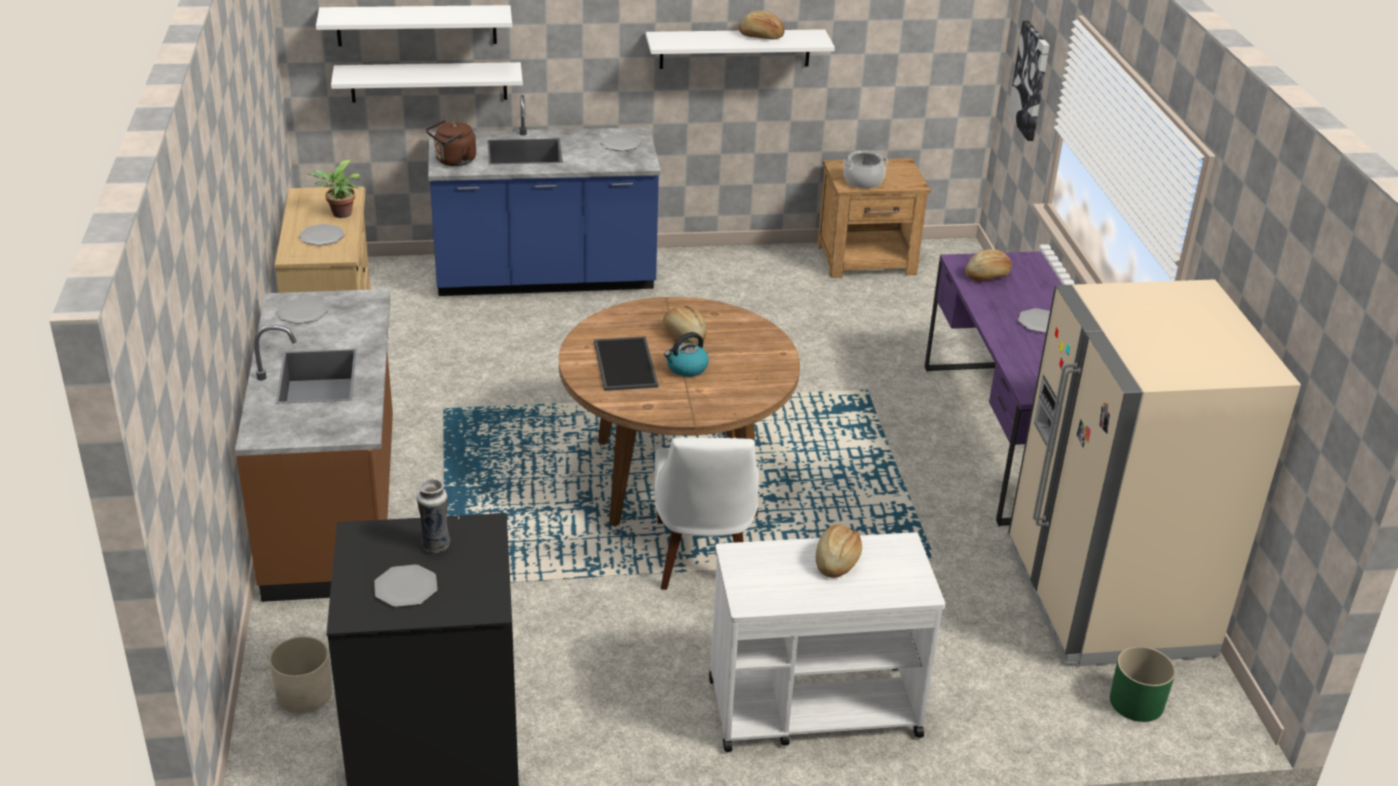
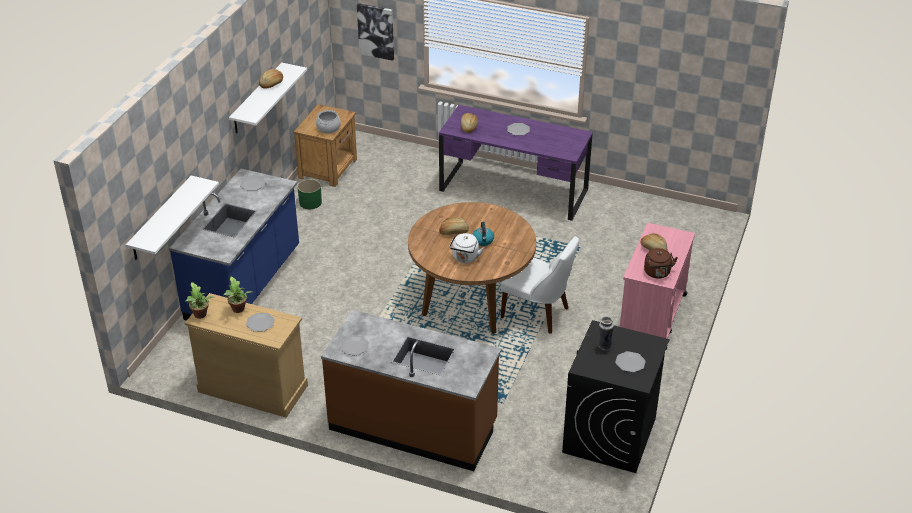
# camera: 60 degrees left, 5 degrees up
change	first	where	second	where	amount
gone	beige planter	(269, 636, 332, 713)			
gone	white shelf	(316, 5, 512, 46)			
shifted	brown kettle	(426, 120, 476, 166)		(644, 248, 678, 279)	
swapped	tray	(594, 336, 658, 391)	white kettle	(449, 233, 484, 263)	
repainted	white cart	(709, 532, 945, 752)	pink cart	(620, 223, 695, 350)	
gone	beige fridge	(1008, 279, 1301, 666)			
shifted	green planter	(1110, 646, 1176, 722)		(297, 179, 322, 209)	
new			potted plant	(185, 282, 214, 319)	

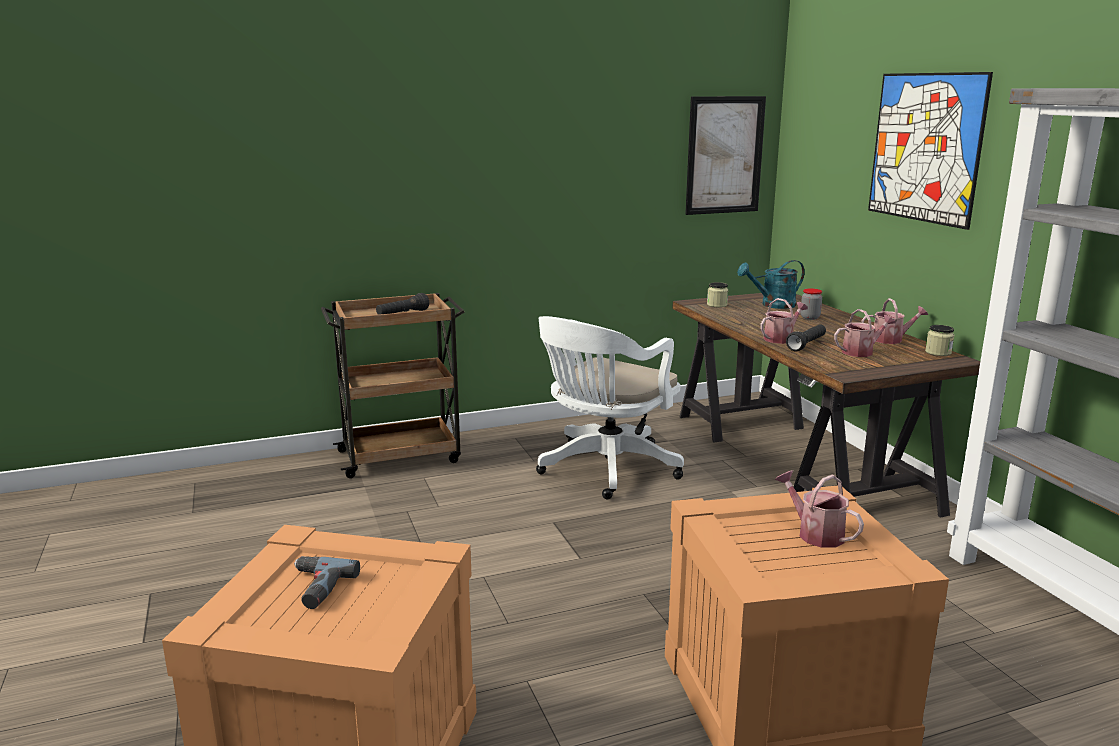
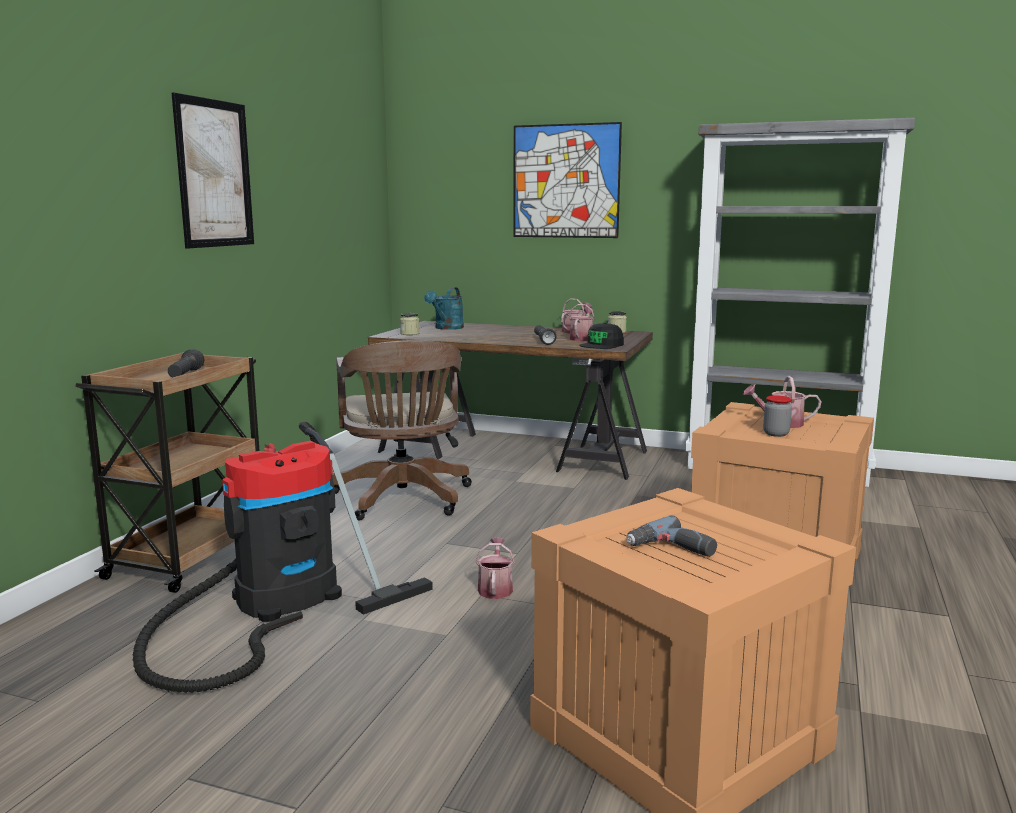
# camera: 50 degrees left, 5 degrees down
change	first	where	second	where	amount
repainted	white office chair	(536, 316, 684, 499)	brown office chair	(332, 340, 472, 521)	
shifted	picture	(685, 96, 766, 215)		(172, 92, 254, 248)	
shifted	watering can	(760, 298, 808, 344)		(476, 538, 515, 599)	
shifted	jar	(801, 288, 822, 320)		(763, 395, 792, 437)	
new			vacuum cleaner	(133, 422, 433, 693)	
new			black cap	(580, 323, 624, 349)	

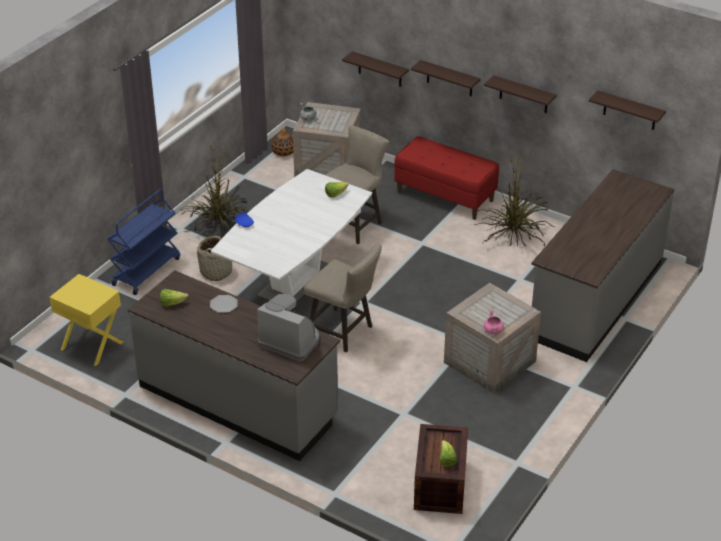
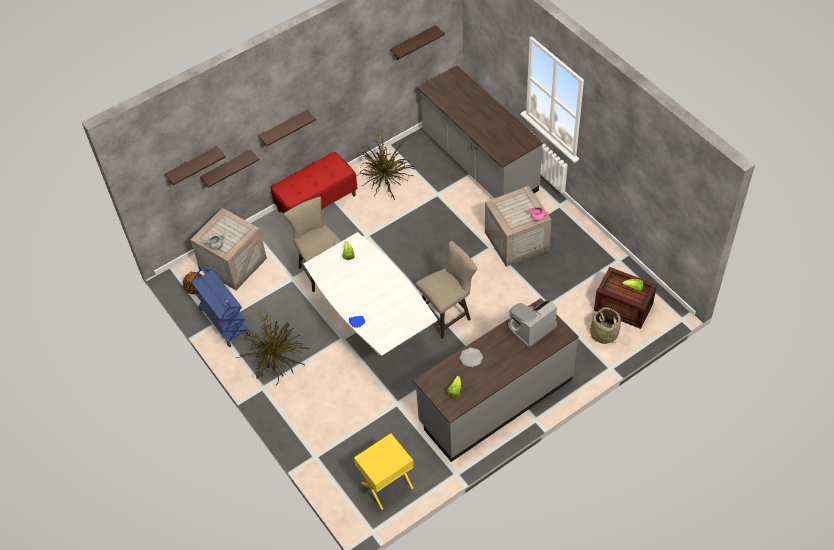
# camera: 65 degrees left, 15 degrees up
change	first	where	second	where	amount
shifted	blue cart	(107, 189, 180, 295)		(191, 264, 250, 347)	
shifted	basket	(197, 236, 232, 281)		(590, 307, 621, 344)	
shifted	shelf	(484, 75, 557, 113)		(165, 146, 226, 185)	

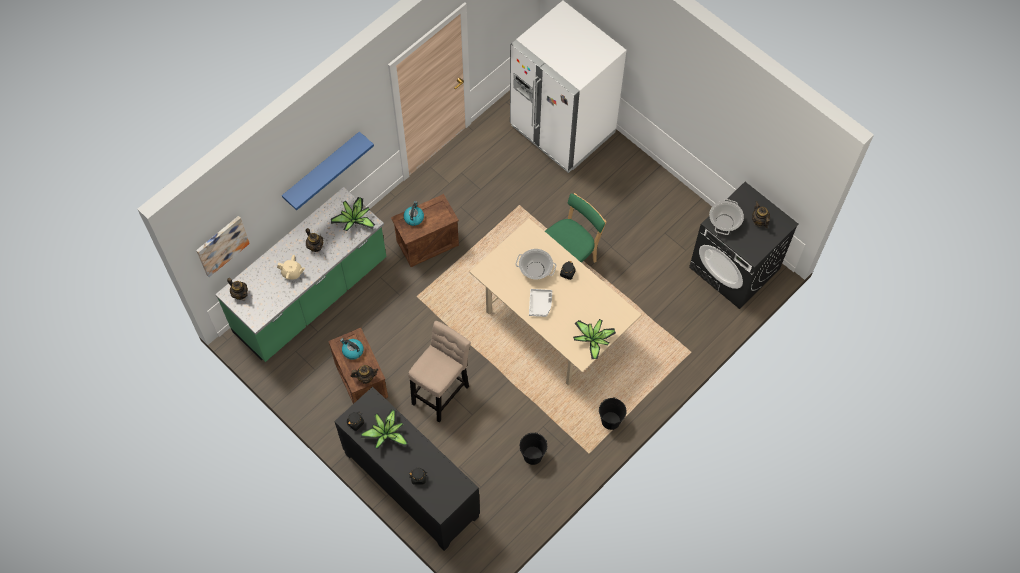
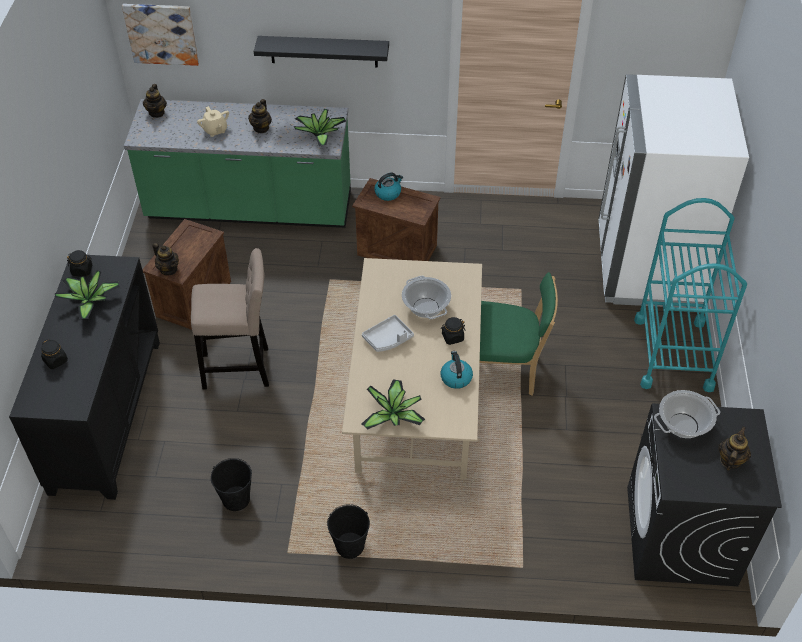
# camera: 50 degrees right, 15 degrees down
change	first	where	second	where	amount
repainted	blue shelf	(282, 132, 374, 210)	black shelf	(254, 36, 389, 67)	
shifted	kettle	(340, 338, 364, 360)		(440, 351, 473, 389)	
new			turquoise cart	(634, 198, 747, 392)	

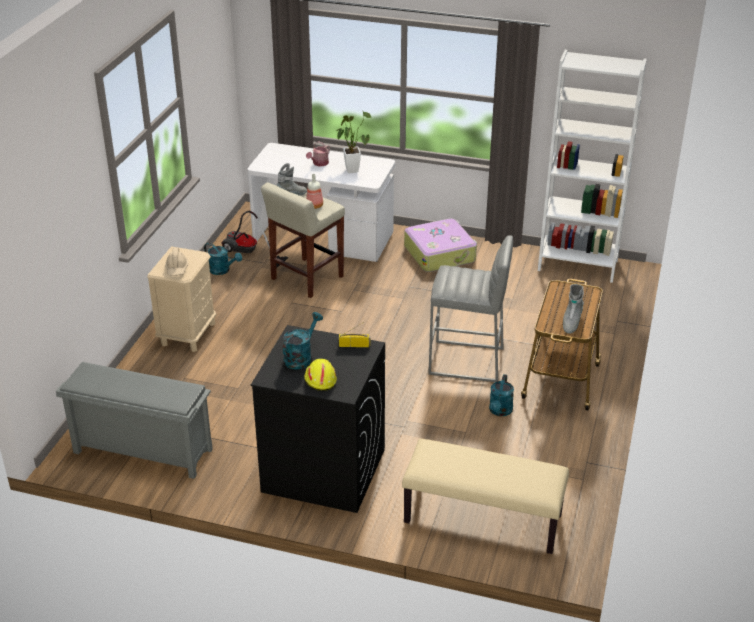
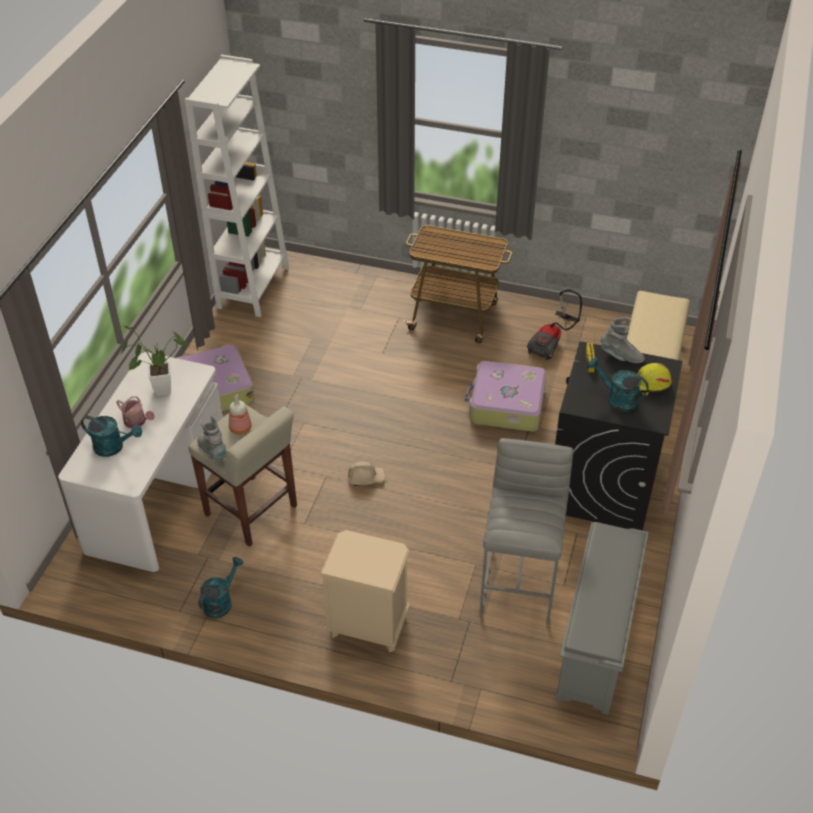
# camera: 90 degrees left, 10 degrees up
change	first	where	second	where	amount
shifted	beige hard hat	(165, 247, 188, 276)		(348, 462, 385, 486)	
shifted	vacuum cleaner	(221, 211, 289, 268)		(527, 289, 582, 360)	
shifted	grey stool	(429, 235, 513, 382)		(479, 438, 573, 625)	
shifted	turquoise watering can	(489, 374, 514, 416)		(81, 416, 142, 457)	
shifted	grey boot	(563, 284, 584, 334)		(601, 317, 645, 363)	
new			suitcase	(465, 361, 546, 432)	

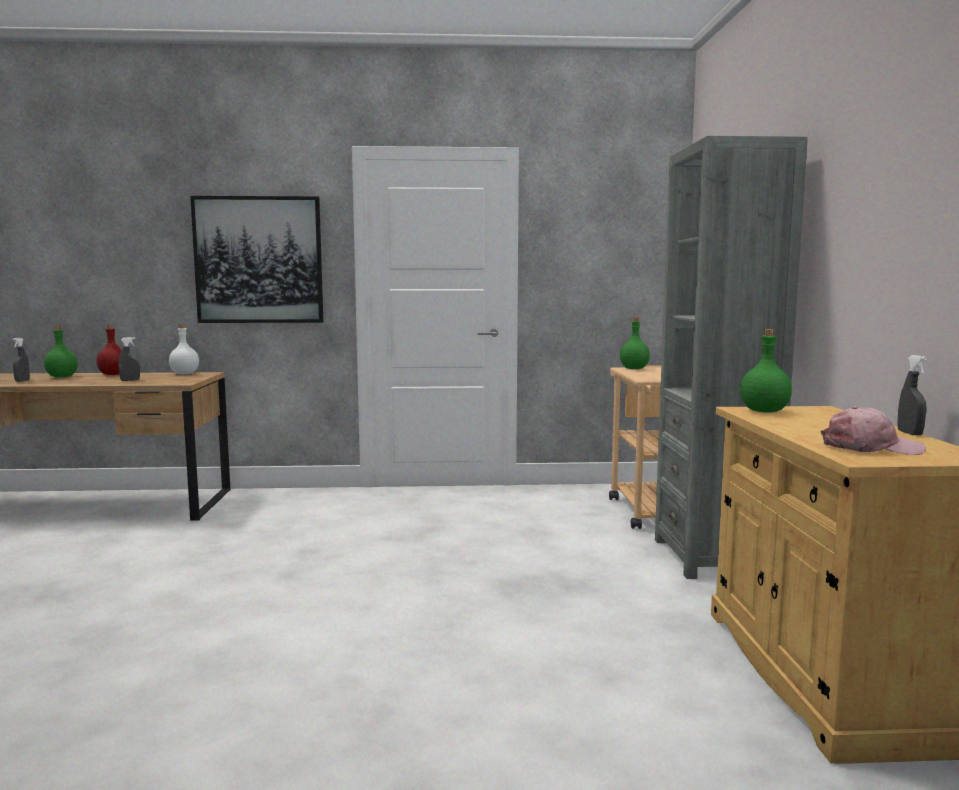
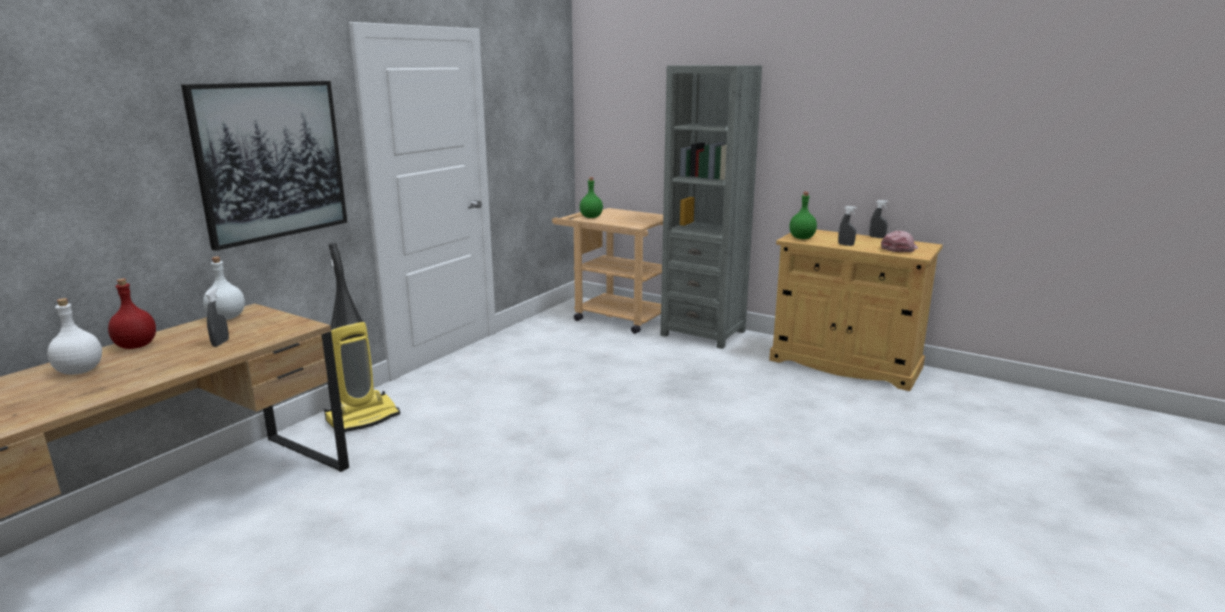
# camera: 55 degrees left, 10 degrees up
change	first	where	second	where	amount
shifted	grey spray bottle	(13, 338, 30, 382)		(838, 206, 857, 246)	
repainted	green bottle	(44, 326, 78, 377)	white bottle	(47, 298, 102, 375)	
new			vacuum cleaner	(324, 243, 400, 432)	

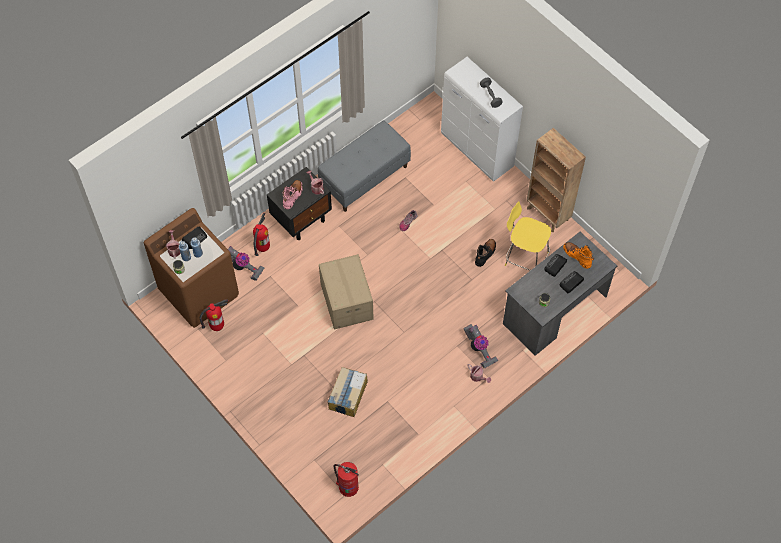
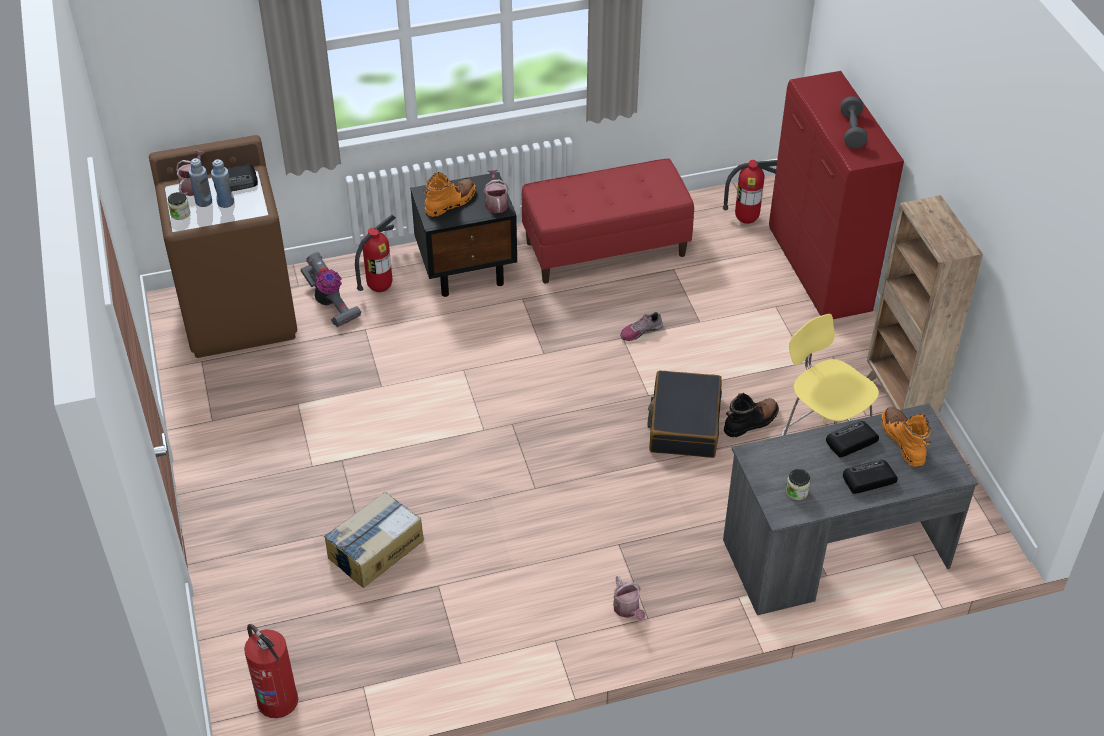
# camera: 25 degrees right, 15 degrees down
change	first	where	second	where	amount
shifted	fire extinguisher	(200, 299, 229, 331)		(723, 160, 777, 224)	
repainted	pink boot	(283, 180, 303, 209)	orange boot	(423, 172, 476, 217)	
repainted	grey bench	(318, 120, 411, 212)	red bench	(521, 159, 694, 284)	
gone	cardboard box	(319, 254, 374, 329)			
repainted	white cabinet	(441, 57, 523, 182)	red cabinet	(769, 71, 904, 319)	
gone	vacuum cleaner	(463, 324, 498, 368)			
new			black suitcase	(647, 370, 722, 458)	

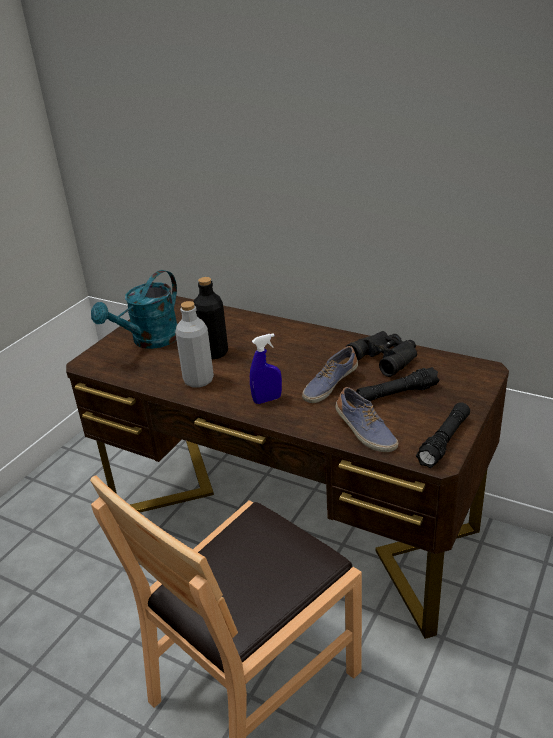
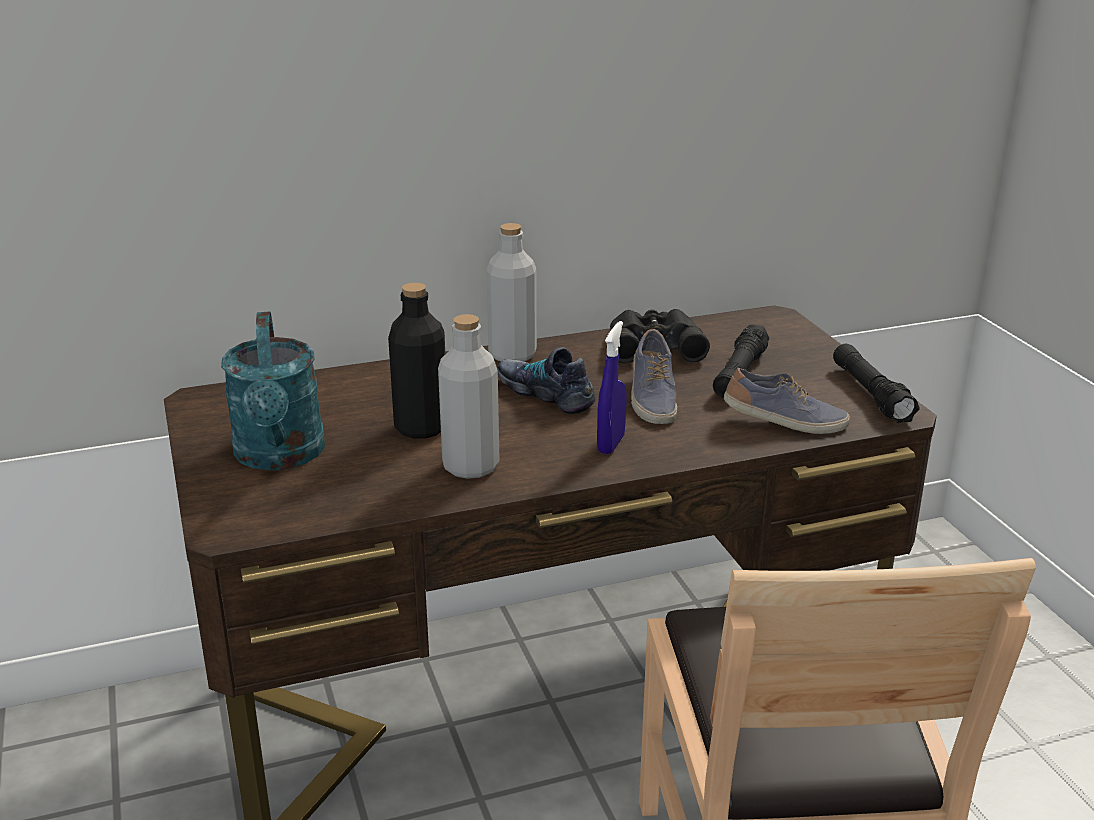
# camera: 50 degrees left, 5 degrees down
change	first	where	second	where	amount
new			grey bottle	(486, 223, 537, 362)	
new			shoe	(497, 347, 596, 414)	

